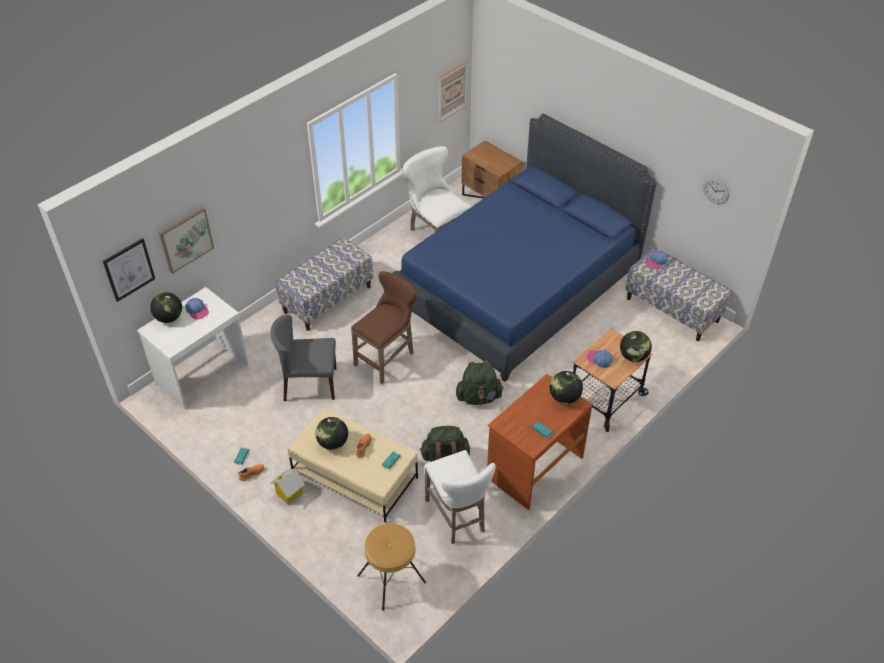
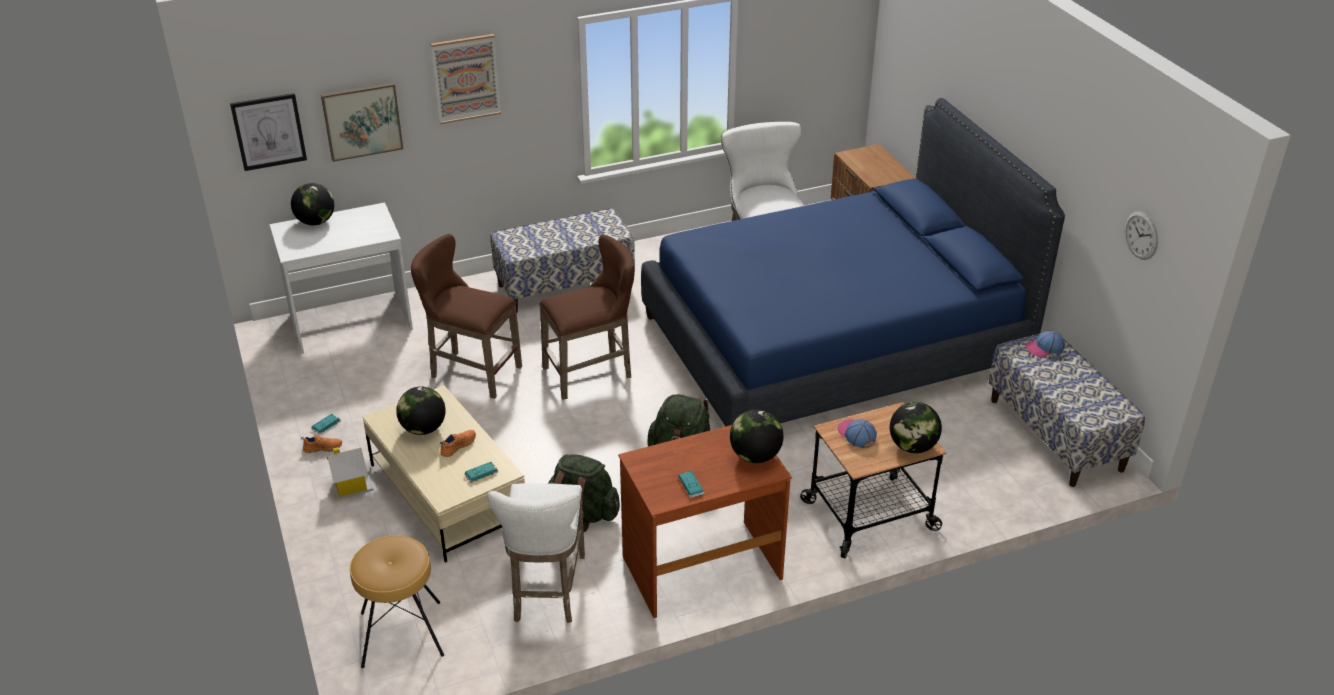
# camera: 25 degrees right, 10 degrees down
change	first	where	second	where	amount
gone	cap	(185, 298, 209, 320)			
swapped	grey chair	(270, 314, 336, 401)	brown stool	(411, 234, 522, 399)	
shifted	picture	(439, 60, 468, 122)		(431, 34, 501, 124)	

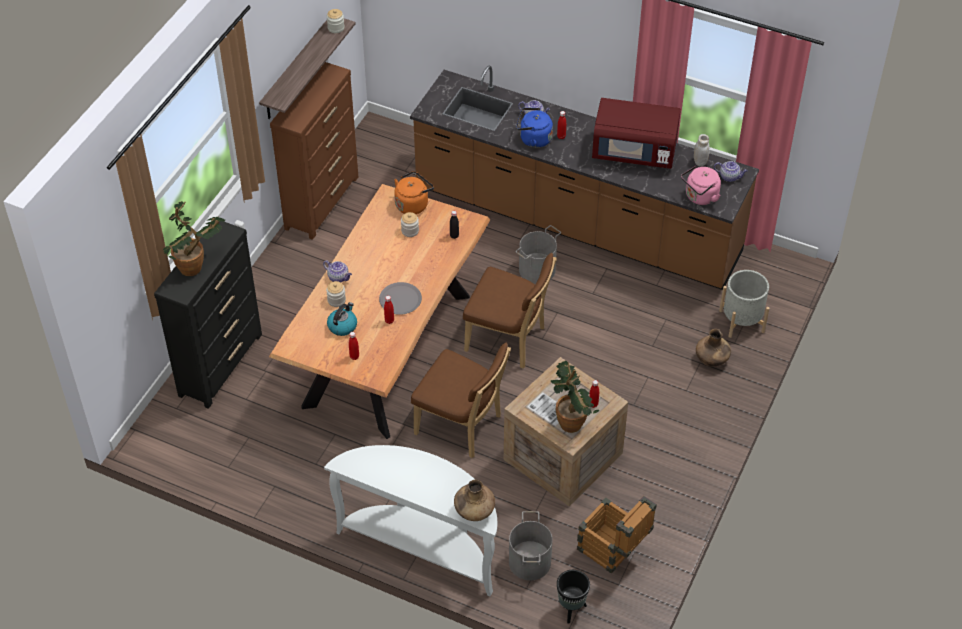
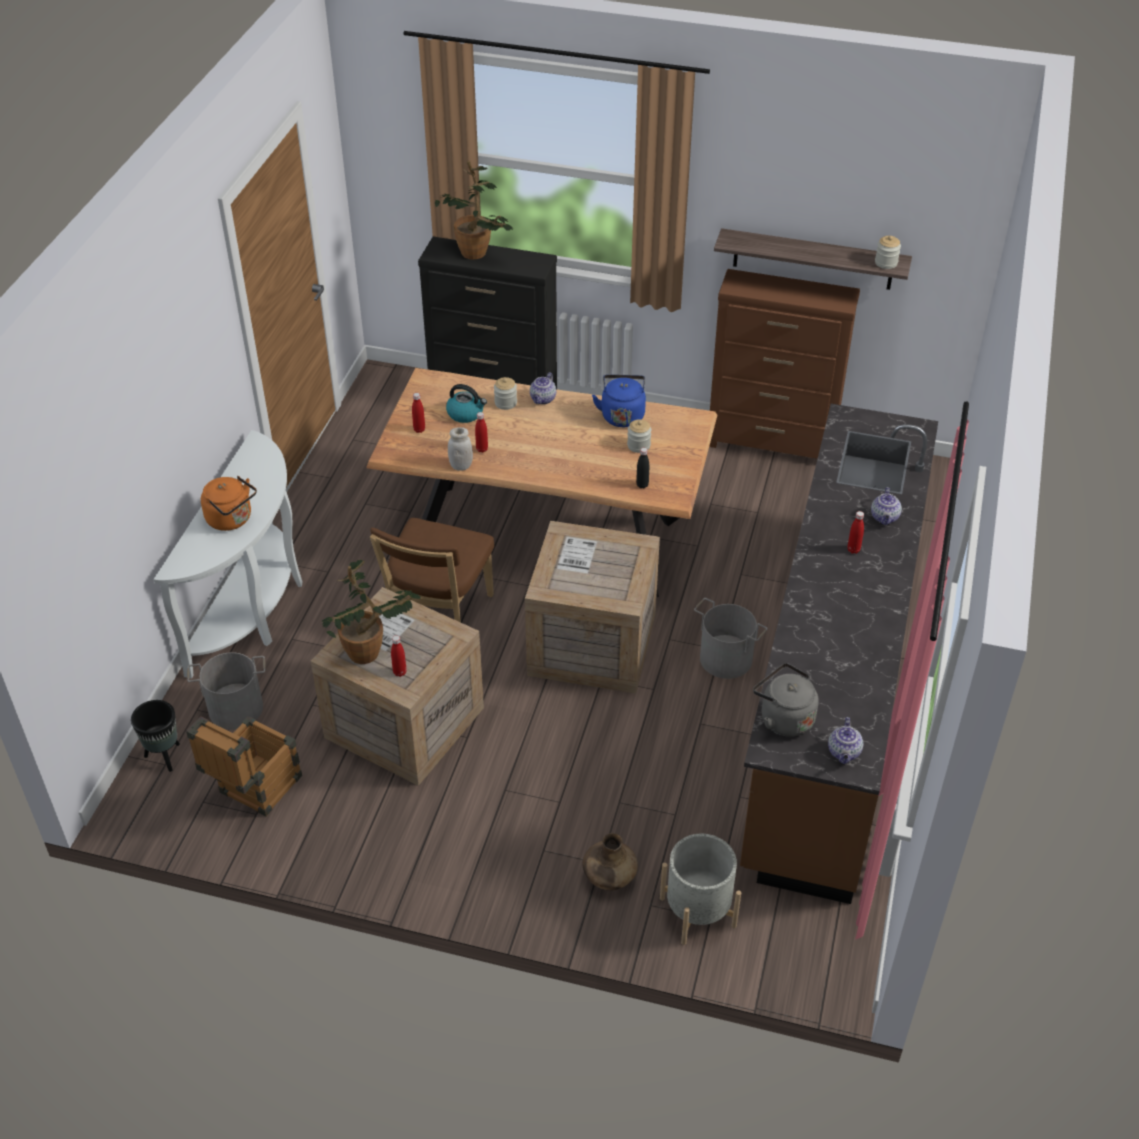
# camera: 80 degrees right, 5 degrees down
change	first	where	second	where	amount
gone	grey plate	(379, 282, 422, 315)			
shifted	orange kettle	(394, 171, 434, 214)		(201, 476, 257, 531)	
gone	brown vase	(454, 479, 495, 521)			
swapped	brown chair	(463, 253, 556, 369)	crate	(525, 521, 660, 693)	
shifted	blue kettle	(516, 108, 553, 148)		(592, 375, 646, 427)	
gone	red microwave	(592, 98, 681, 169)			
repainted	pink kettle	(681, 166, 721, 205)	grey kettle	(753, 663, 819, 737)	
shifted	white jar	(694, 134, 709, 166)		(448, 427, 473, 471)	

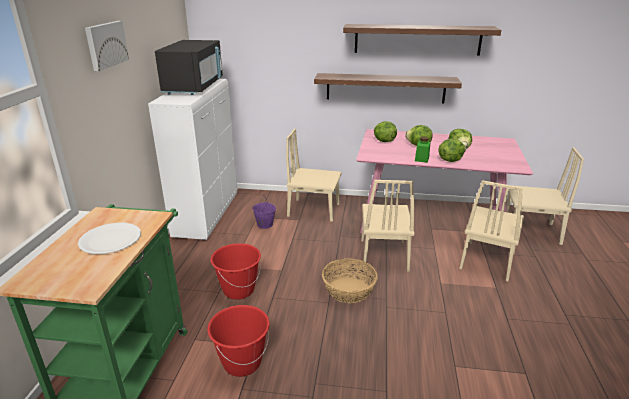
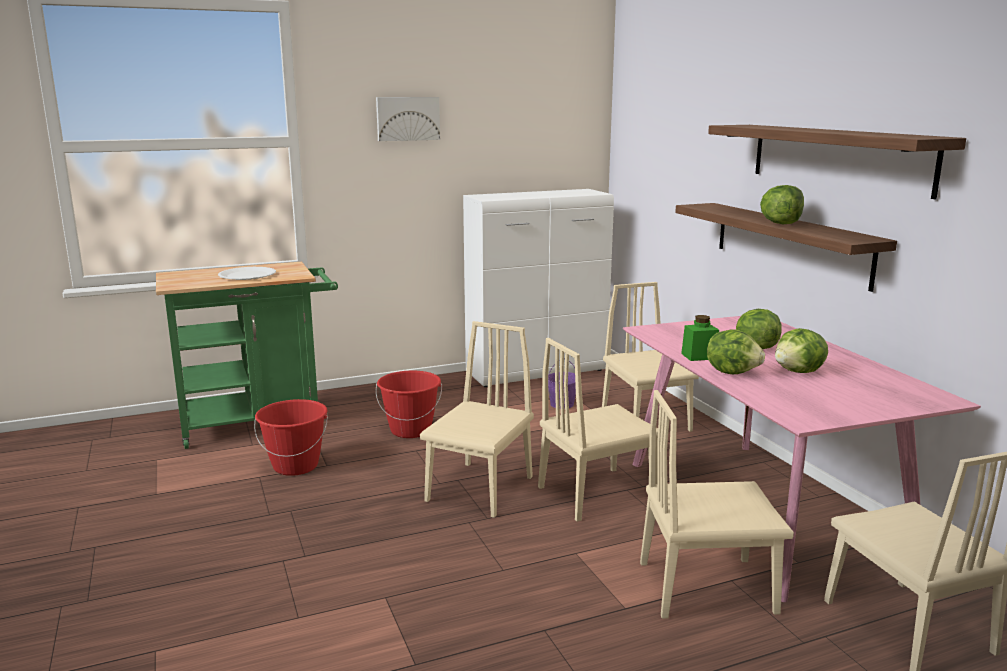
# camera: 60 degrees right, 10 degrees down
change	first	where	second	where	amount
gone	black microwave	(155, 40, 223, 95)			
swapped	basket	(322, 258, 378, 303)	beige chair	(420, 321, 534, 518)	
shifted	lettuce	(374, 121, 397, 142)		(760, 185, 804, 224)	

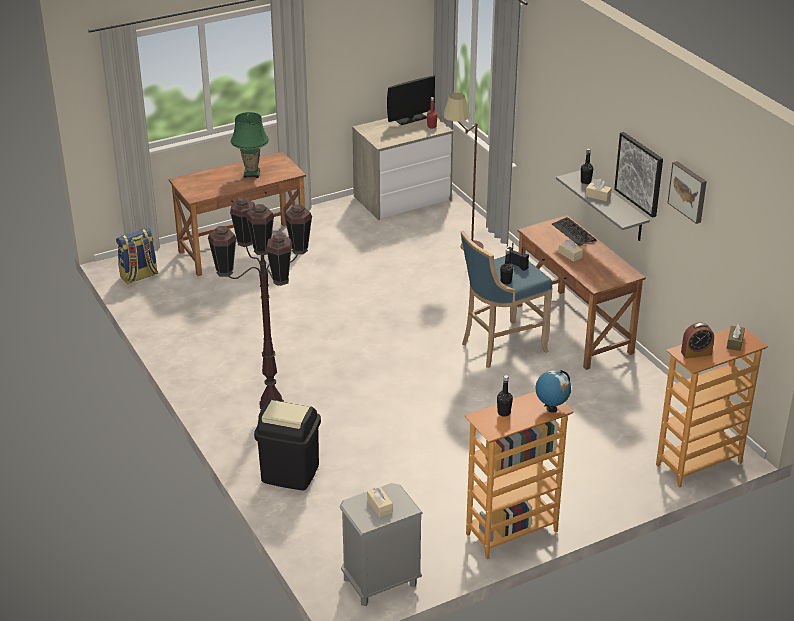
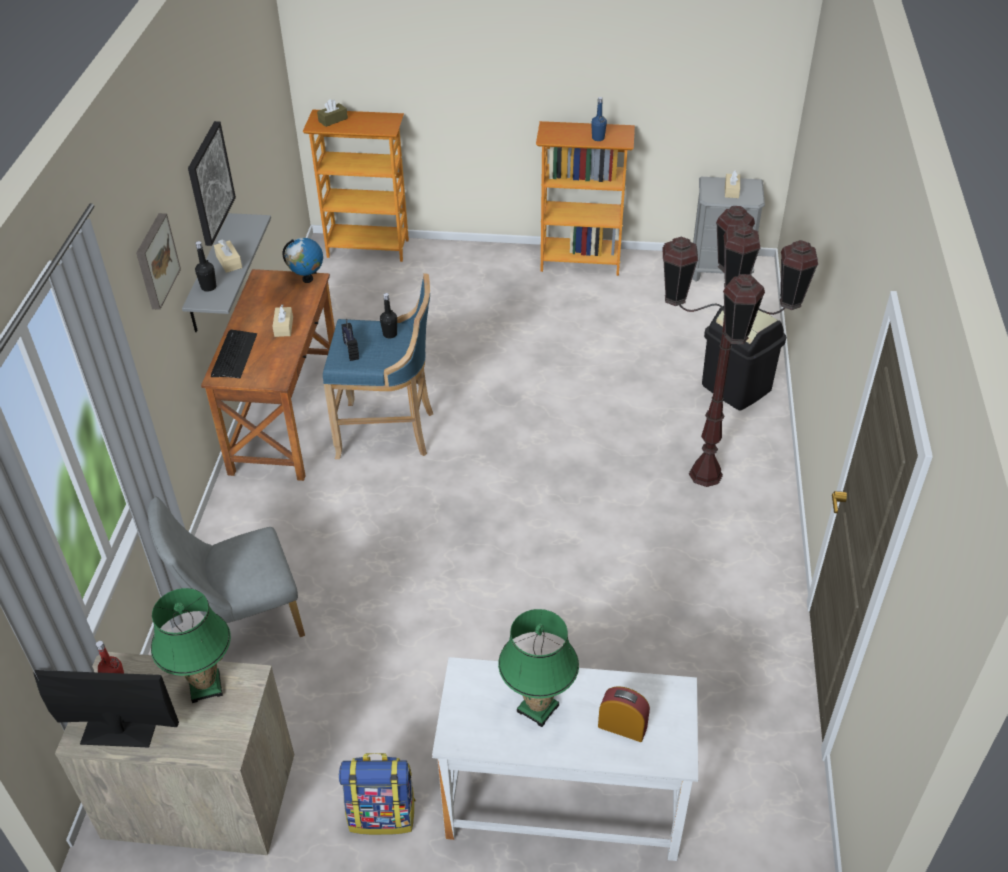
# camera: 145 degrees left, 10 degrees up
change	first	where	second	where	amount
shifted	backpack	(116, 228, 158, 284)		(339, 753, 416, 835)	
repainted	brown desk	(169, 152, 306, 276)	white desk	(432, 657, 698, 861)	
swapped	brown floor lamp	(443, 93, 484, 250)	grey chair	(148, 496, 305, 660)	
repainted	black bottle	(497, 375, 513, 417)	blue bottle	(591, 97, 607, 141)	
shifted	globe	(536, 370, 571, 413)		(282, 238, 323, 283)	
shifted	picture	(667, 161, 707, 224)		(136, 213, 181, 310)	
shifted	alarm clock	(681, 322, 714, 359)		(598, 686, 650, 742)	
new			green table lamp	(151, 588, 231, 703)	

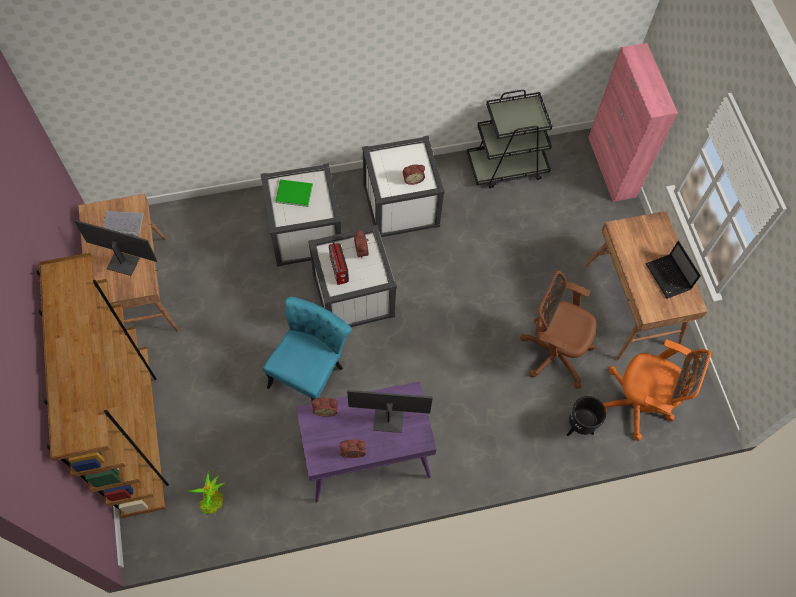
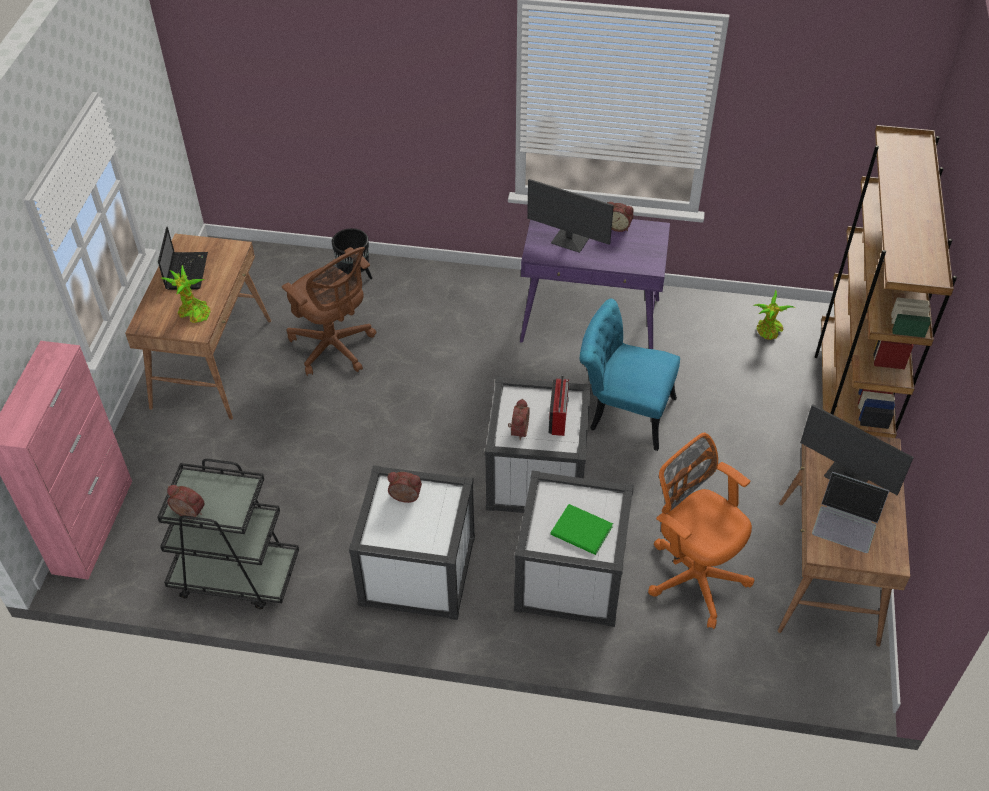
# camera: 155 degrees left, 15 degrees down
change	first	where	second	where	amount
rotated	turquoise chair	(263, 297, 352, 401)		(580, 299, 680, 451)	60 degrees clockwise
shifted	alarm clock	(312, 397, 338, 416)		(167, 485, 205, 519)	
shifted	orange office chair	(603, 339, 711, 441)		(648, 433, 754, 629)	
new			potted plant	(162, 265, 210, 323)	

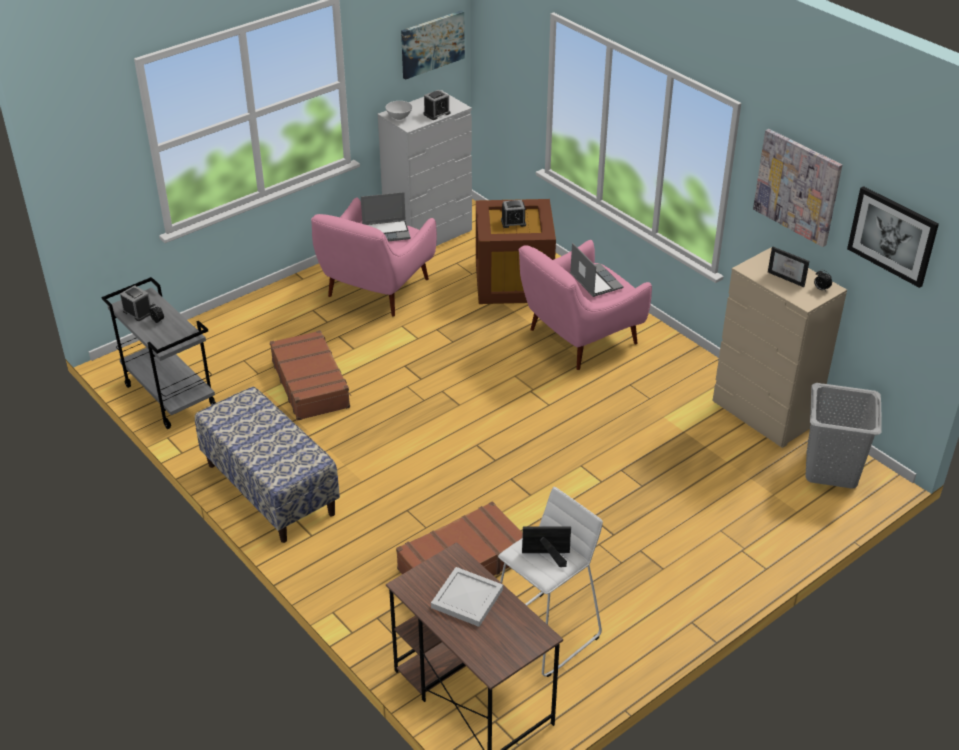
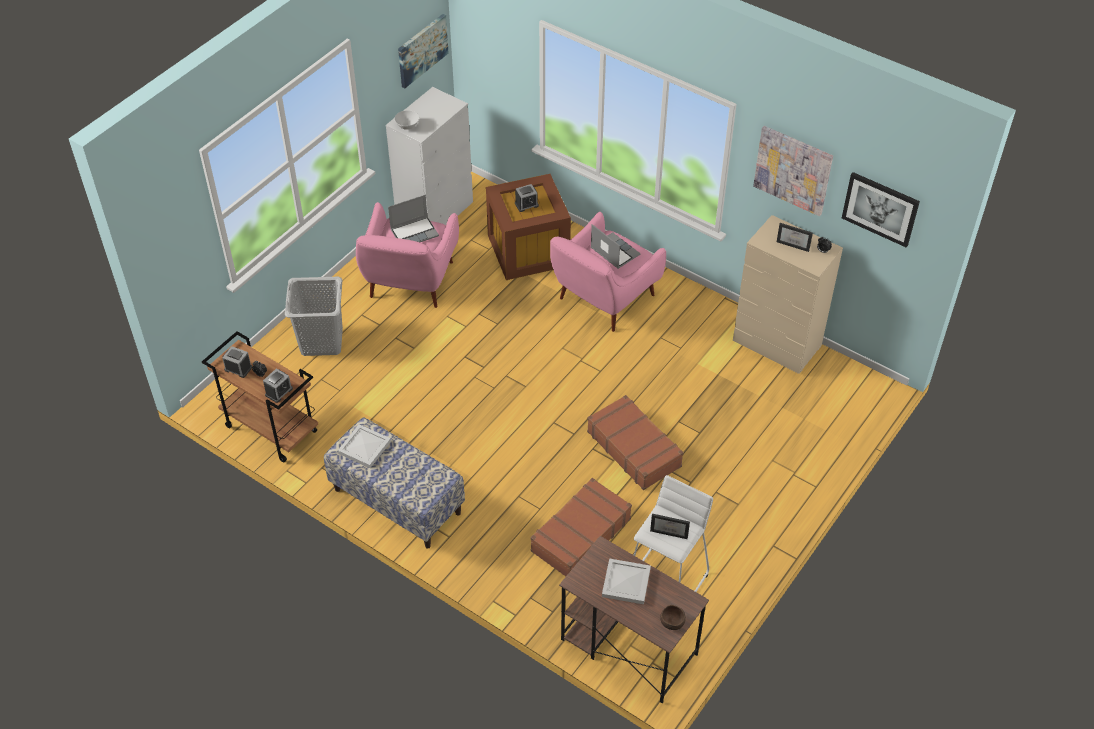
# camera: 15 degrees left, 10 degrees up
change	first	where	second	where	amount
repainted	grey cart	(101, 277, 216, 429)	brown cart	(202, 331, 318, 463)	
shifted	brown suitcase	(270, 330, 351, 421)		(587, 395, 684, 490)	
shifted	alarm clock	(424, 90, 450, 120)		(263, 369, 293, 403)	
rotated	picture frame	(522, 526, 571, 567)		(650, 514, 690, 539)	150 degrees counterclockwise
shifted	grey laundry basket	(805, 383, 882, 489)		(285, 277, 343, 356)	
new			white tray	(338, 424, 391, 468)	
new			brown bowl	(660, 605, 686, 630)	

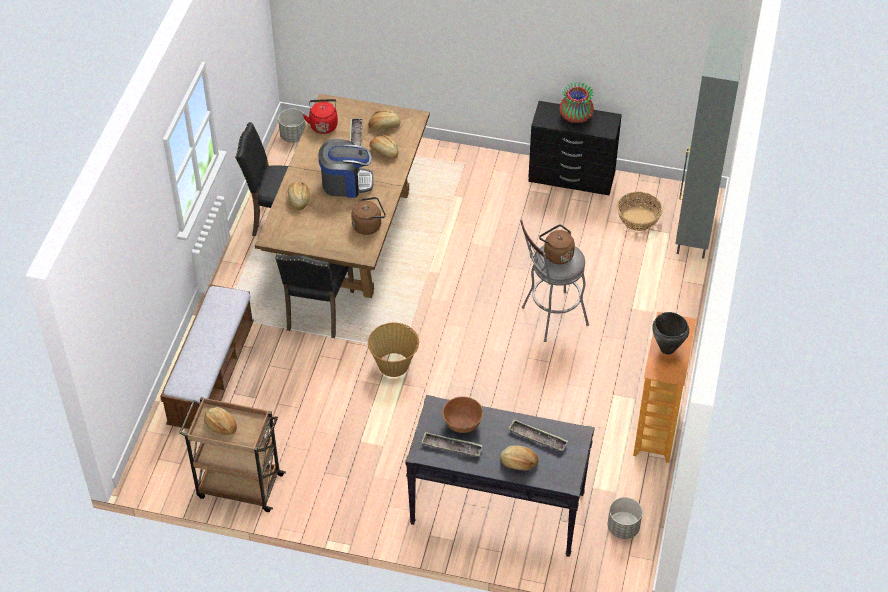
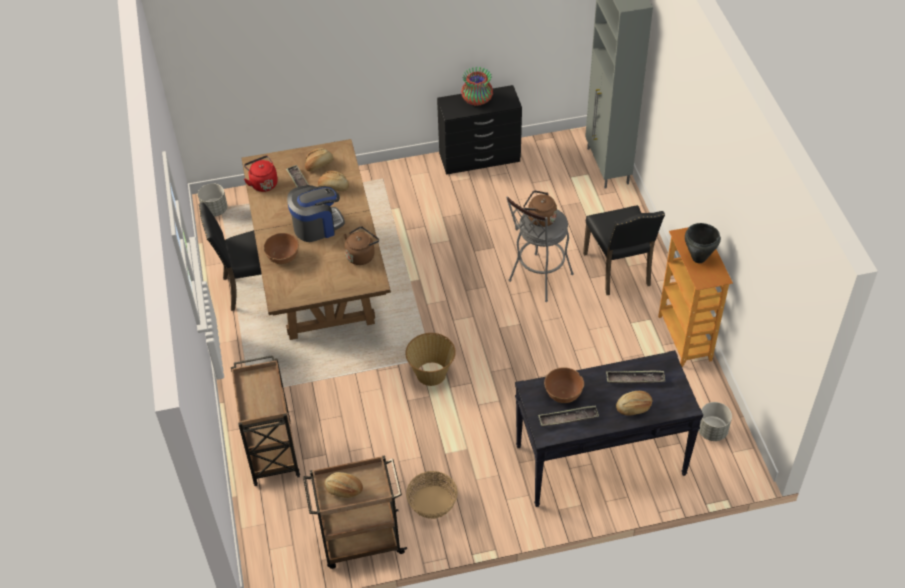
# camera: 25 degrees left, 0 degrees up
change	first	where	second	where	amount
swapped	bench	(160, 284, 254, 429)	brown cart	(231, 355, 300, 486)	
shifted	black chair	(275, 254, 354, 338)		(583, 205, 665, 295)	
swapped	bread	(288, 182, 310, 210)	brown bowl	(264, 233, 299, 264)	
shifted	basket	(617, 192, 662, 231)		(406, 471, 458, 519)	

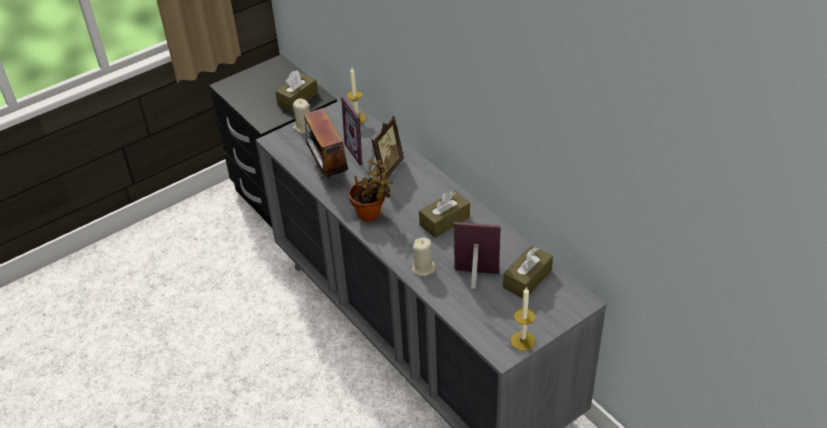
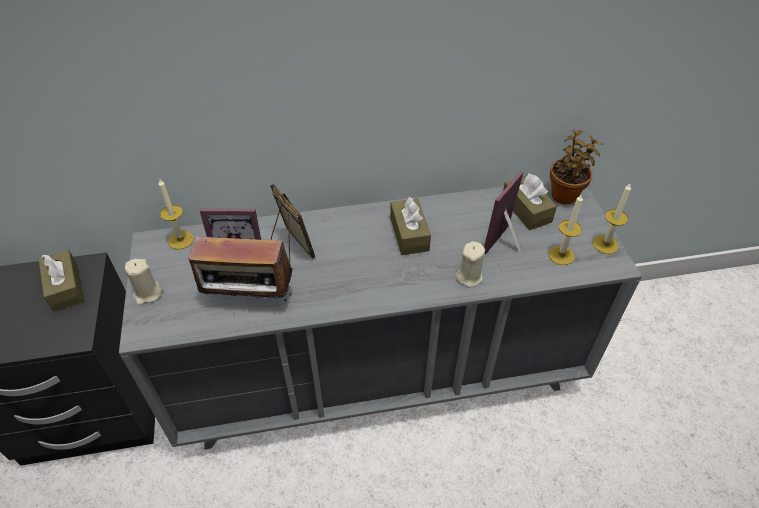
# camera: 65 degrees left, 5 degrees up
change	first	where	second	where	amount
shifted	potted plant	(349, 160, 393, 221)		(550, 129, 603, 204)	
new			candle	(548, 194, 583, 265)	

